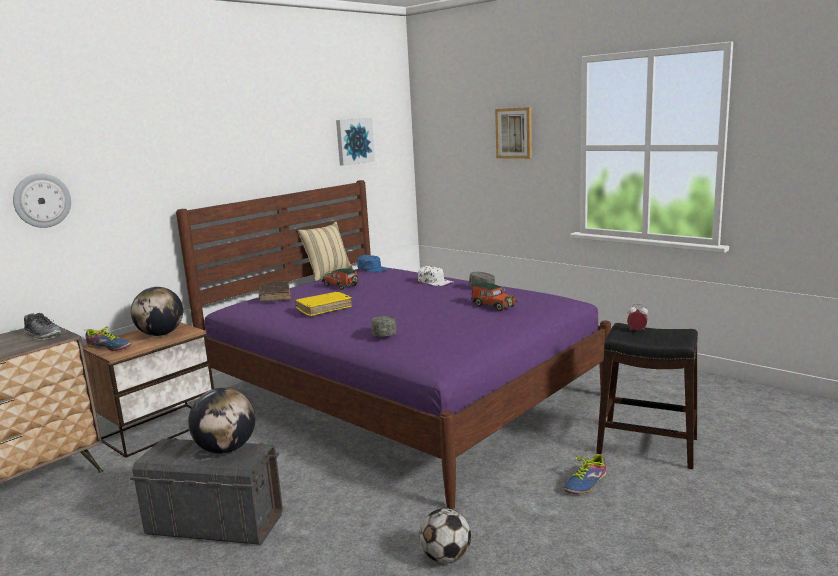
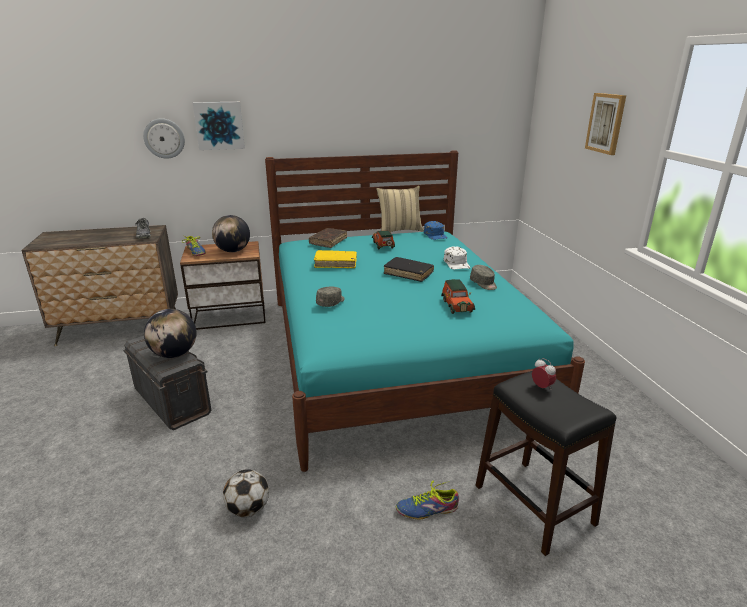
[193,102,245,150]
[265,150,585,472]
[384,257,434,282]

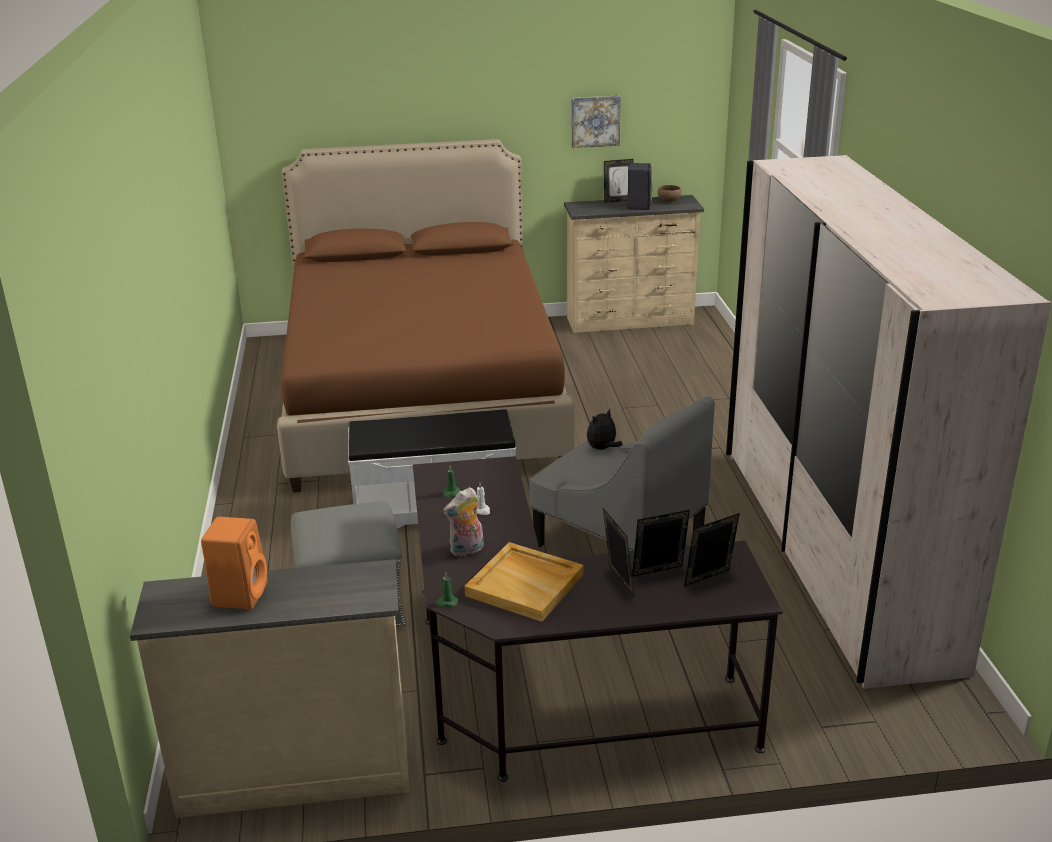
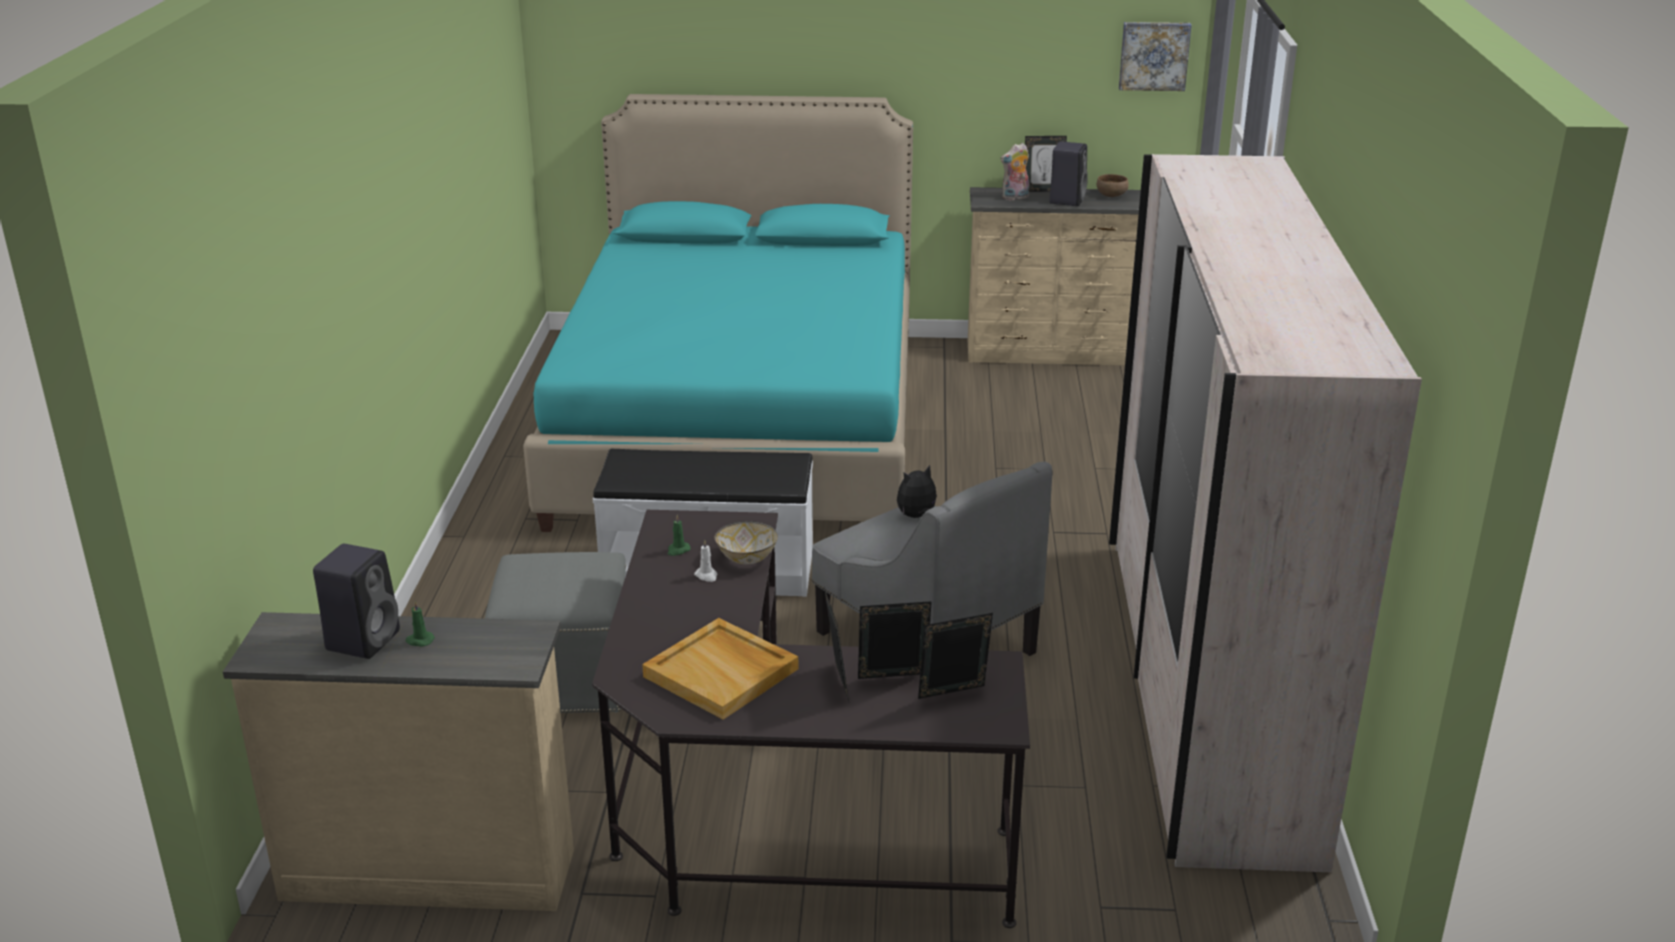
[1119,22,1192,91]
[523,94,913,532]
[1000,143,1029,201]
[313,544,400,659]
[406,601,435,647]
[715,521,778,564]

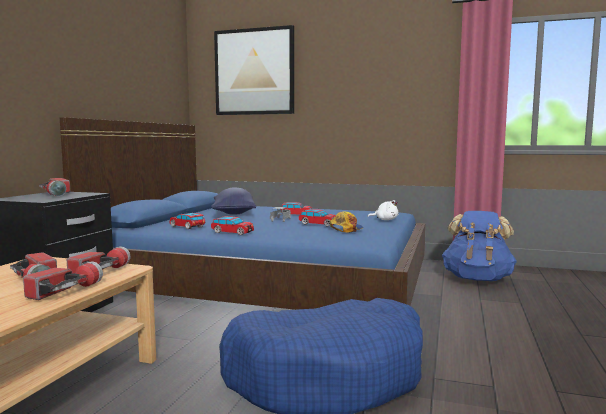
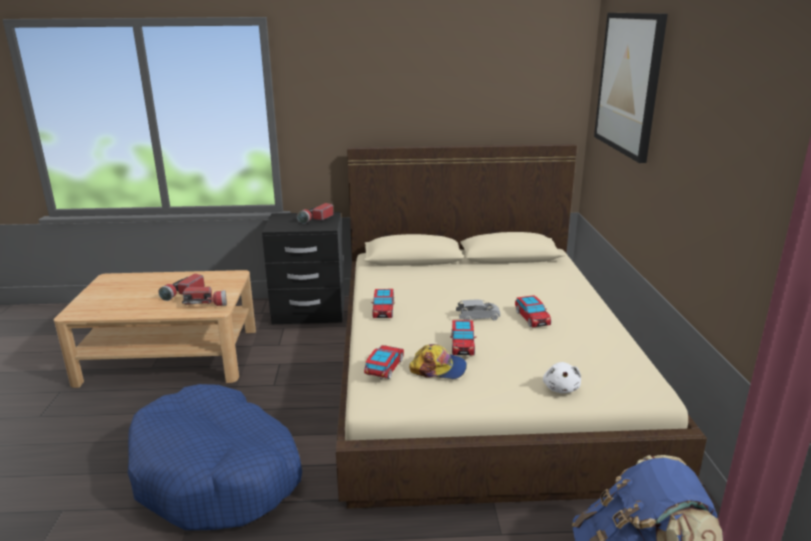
[336,144,707,508]
[211,187,256,215] (first image)
[364,345,404,379]
[23,261,103,300] (first image)

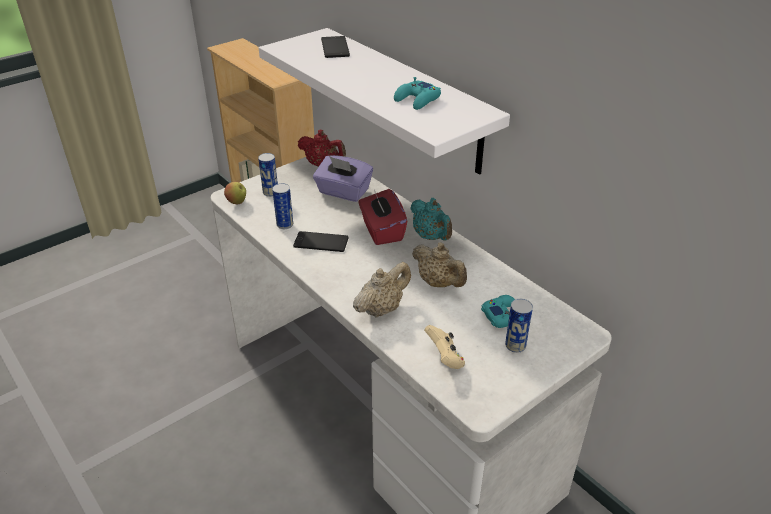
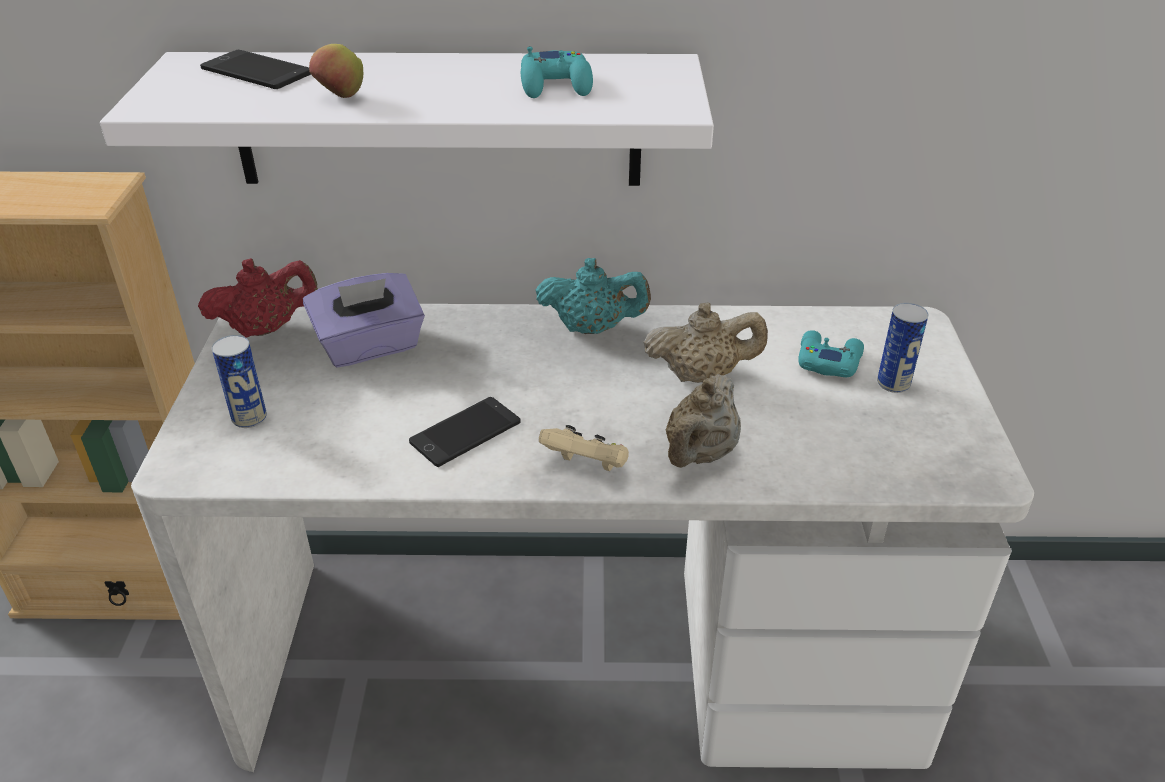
[309,44,363,98]
[272,183,293,229] (first image)
[358,189,407,245] (first image)
[666,374,741,468]
[539,425,629,471]

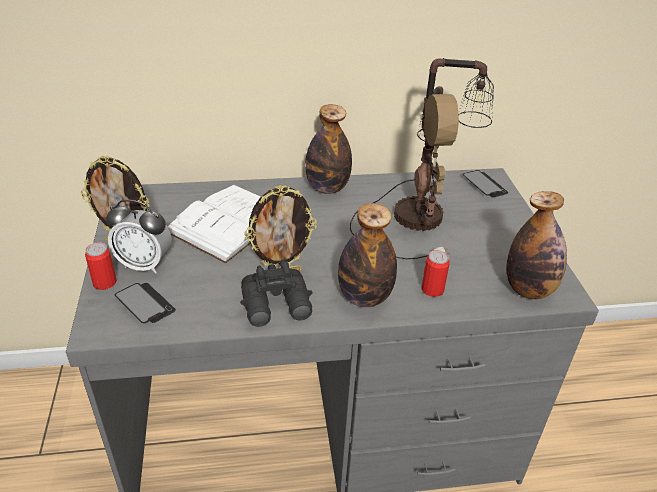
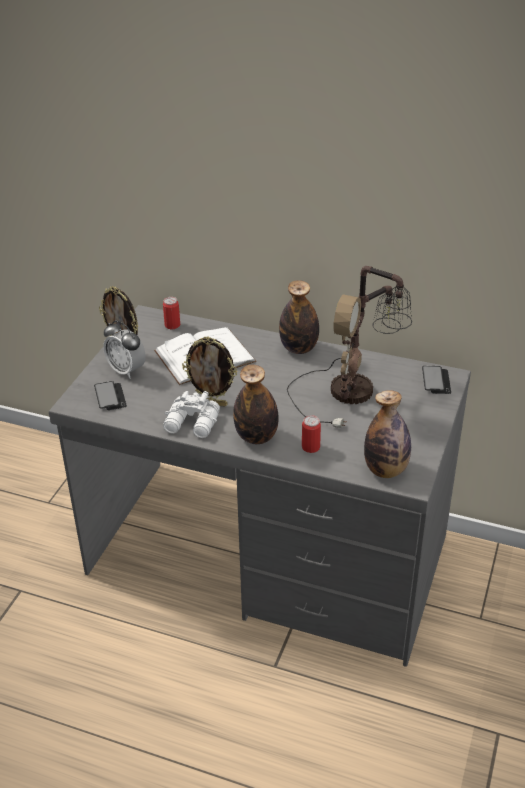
[163,297,180,329]
[163,391,220,438]

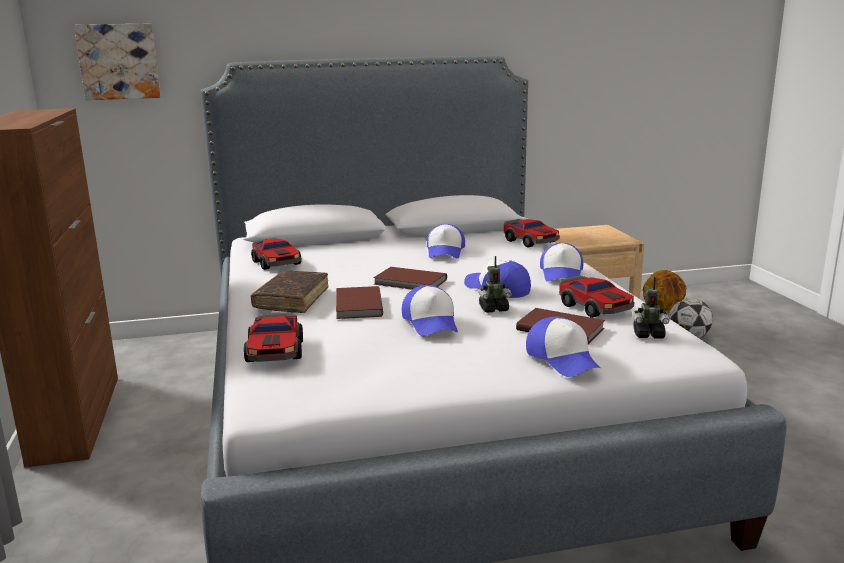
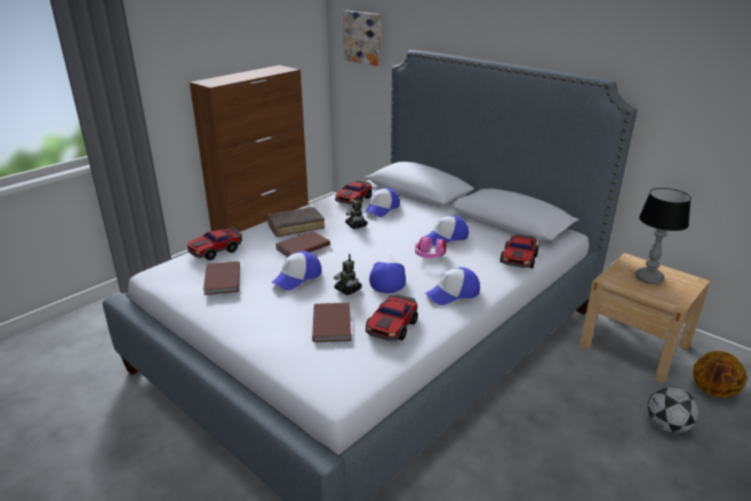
[203,261,240,295]
[345,195,368,229]
[364,188,400,217]
[635,188,691,284]
[415,236,446,258]

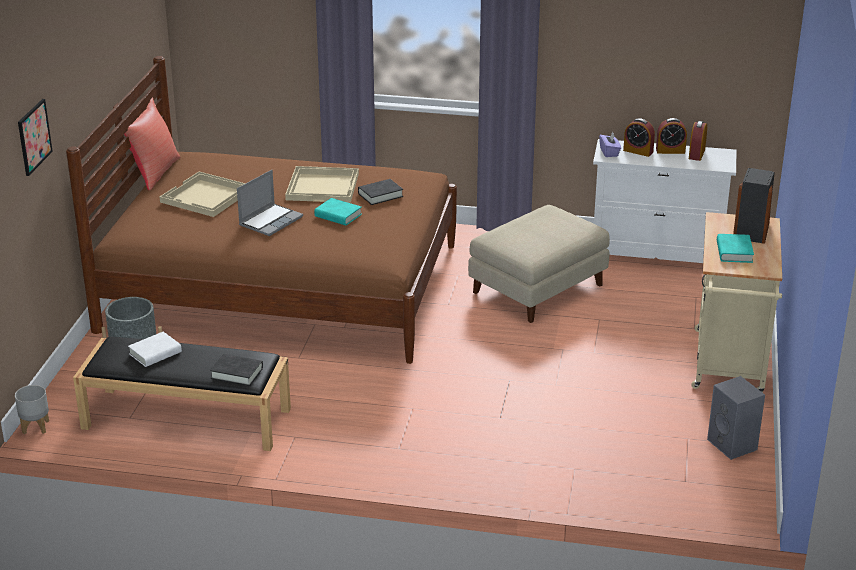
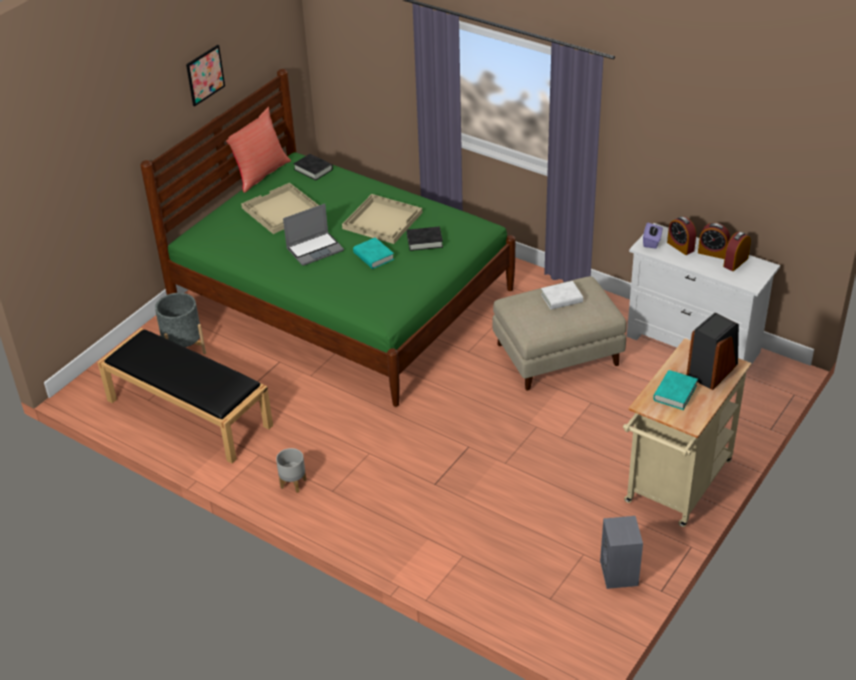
[140,69,515,407]
[186,45,225,106]
[541,281,583,310]
[293,154,333,180]
[276,448,306,493]

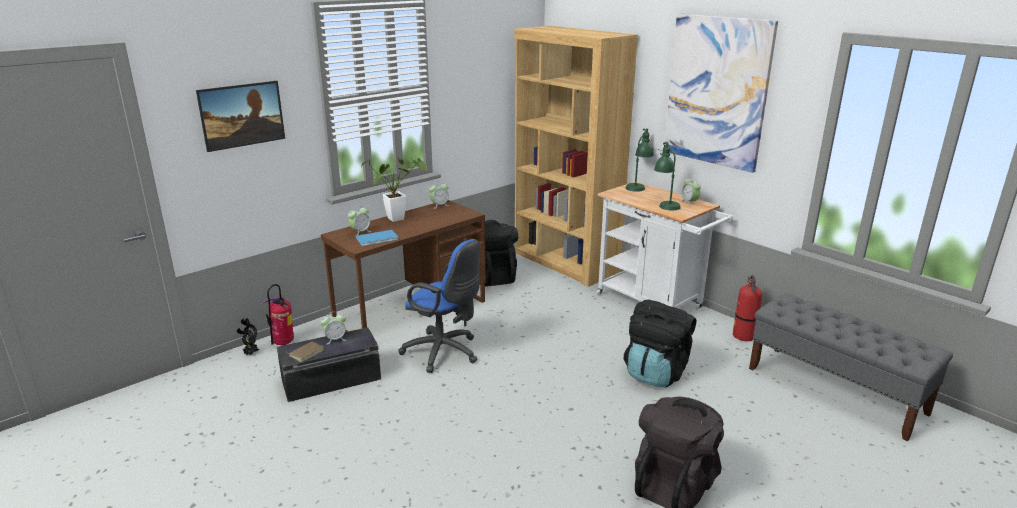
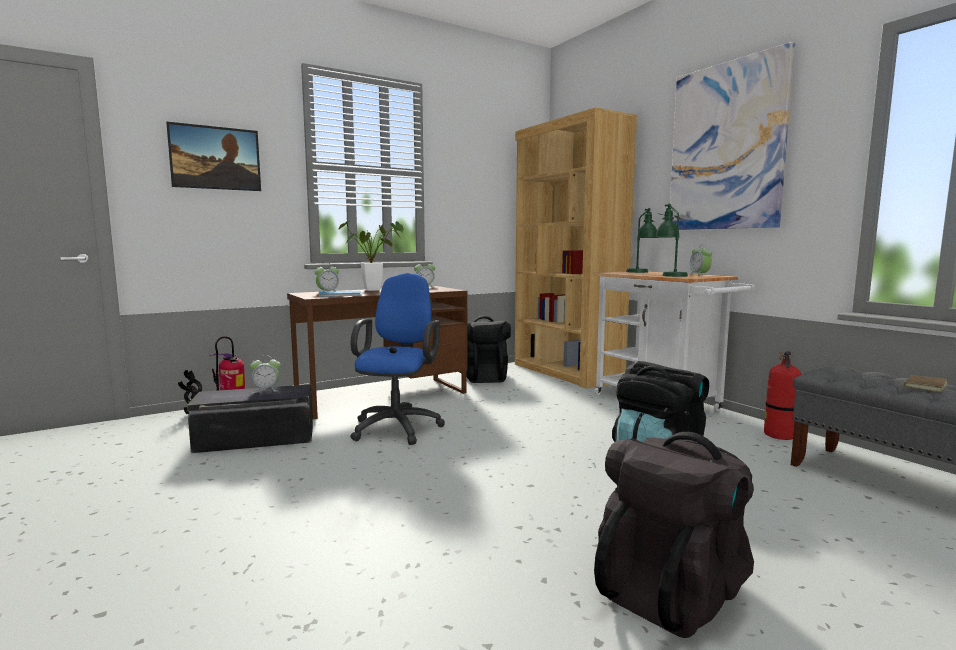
[350,273,445,445]
[895,375,948,392]

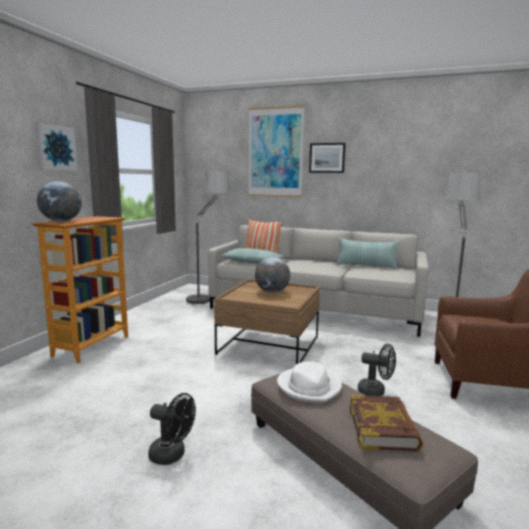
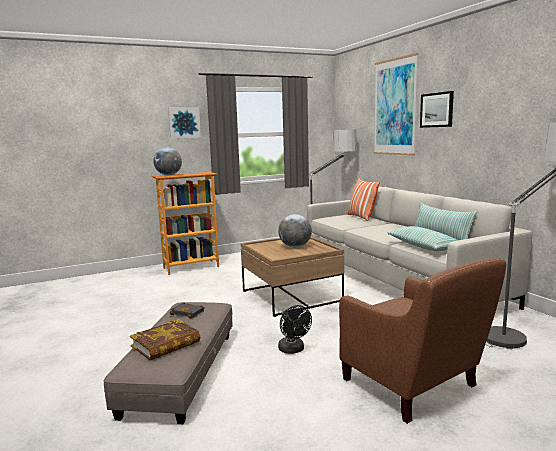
[387,226,458,251]
[170,302,205,319]
[148,393,196,465] (first image)

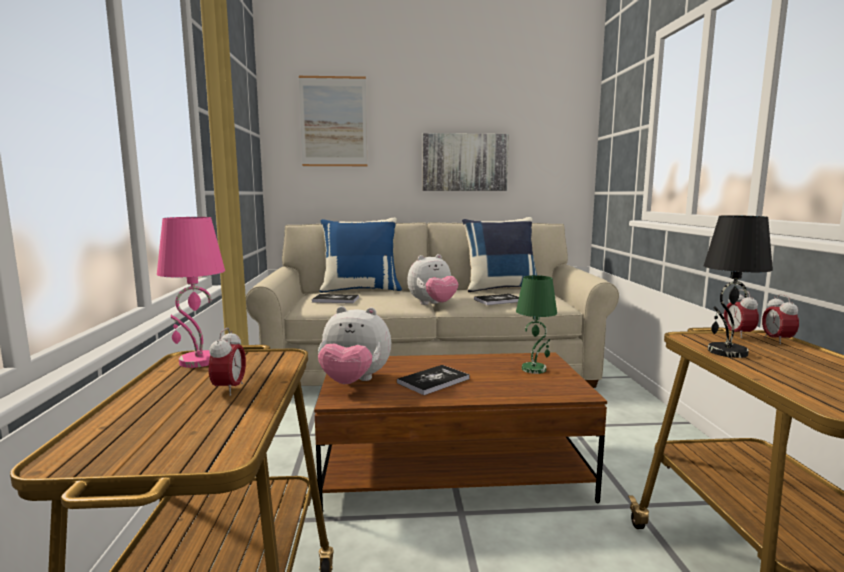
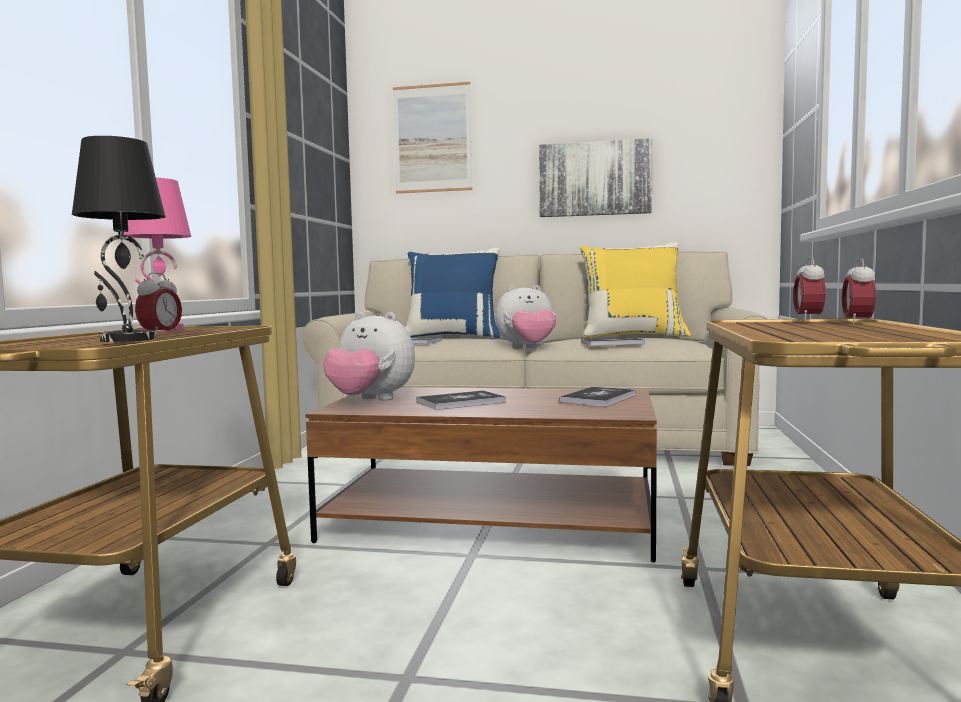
[72,136,165,342]
[580,242,691,339]
[559,387,636,407]

